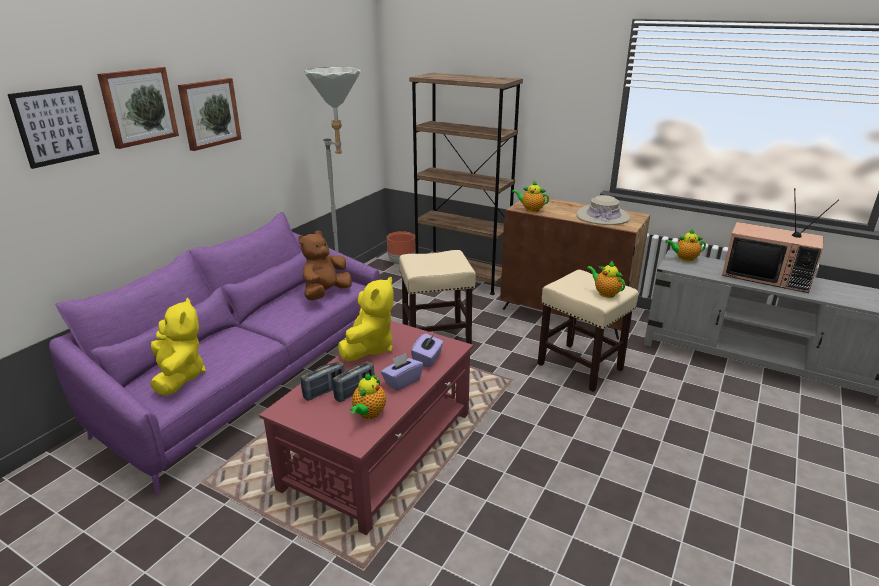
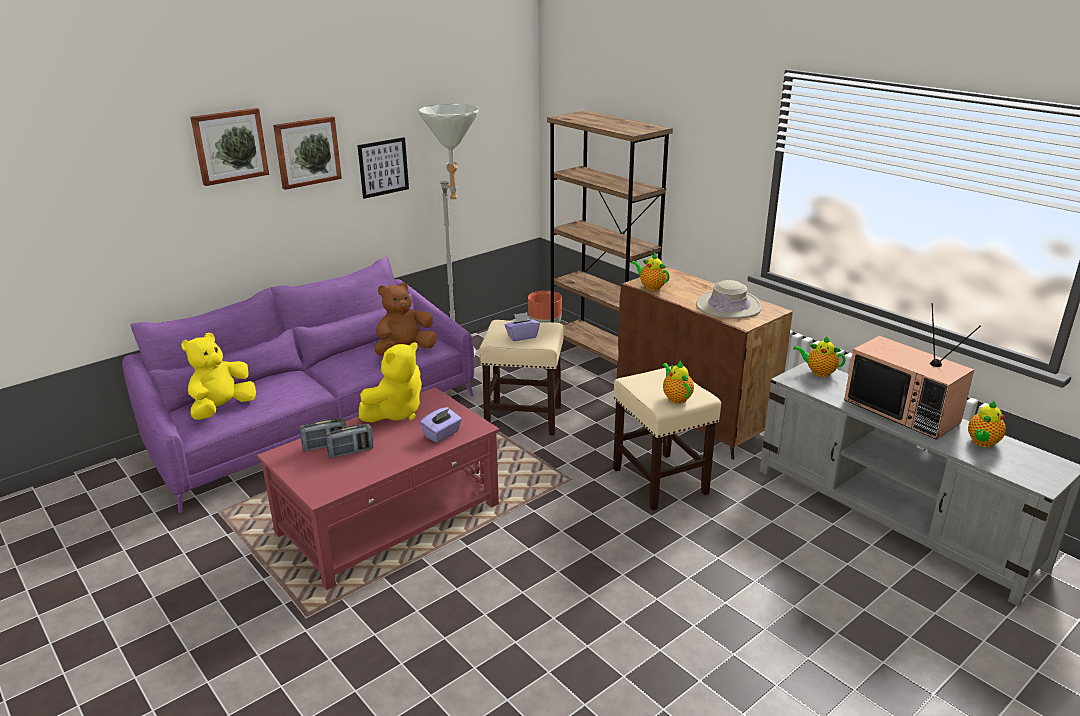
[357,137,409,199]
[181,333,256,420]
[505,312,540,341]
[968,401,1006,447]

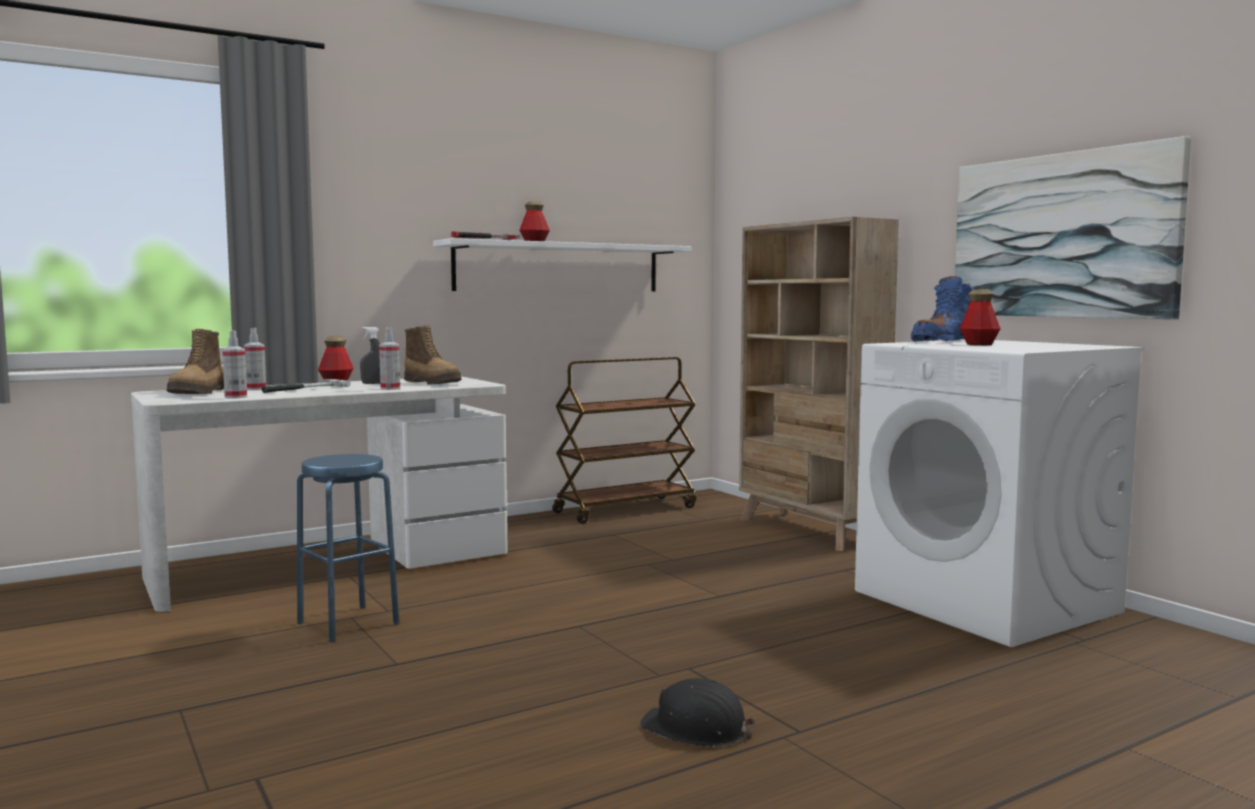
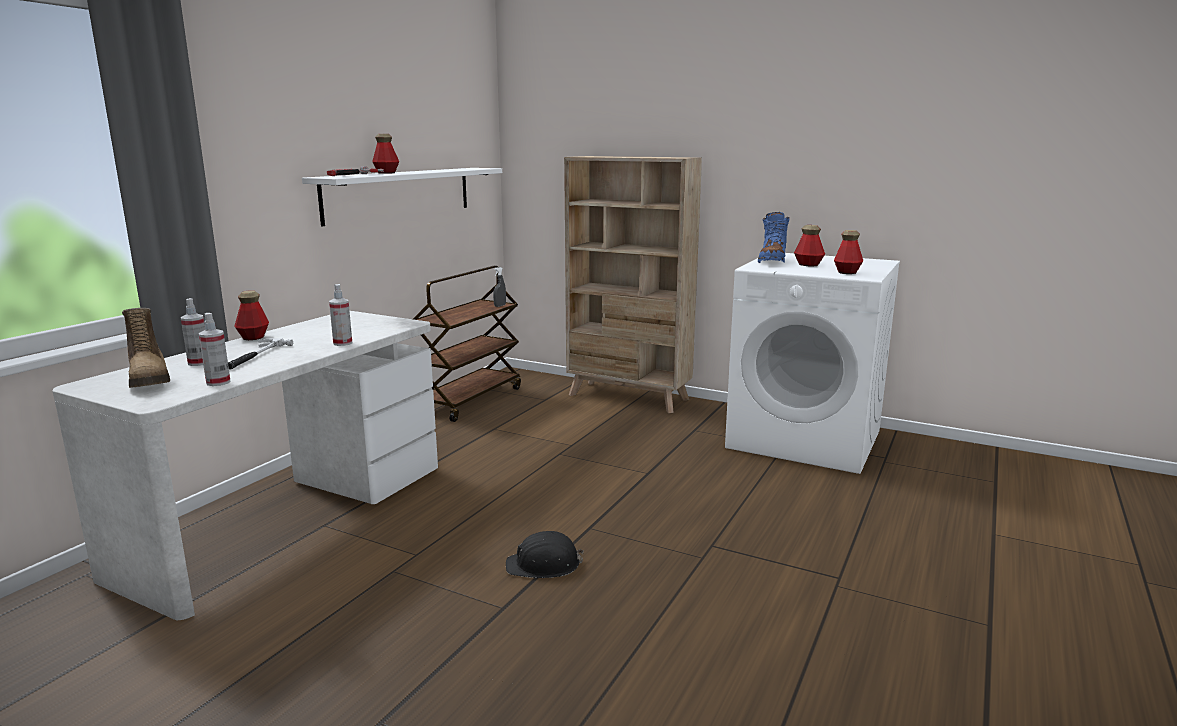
[955,136,1191,319] (first image)
[404,326,461,385] (first image)
[493,267,506,307]
[297,454,399,642] (first image)
[506,531,584,578]
[834,230,863,274]

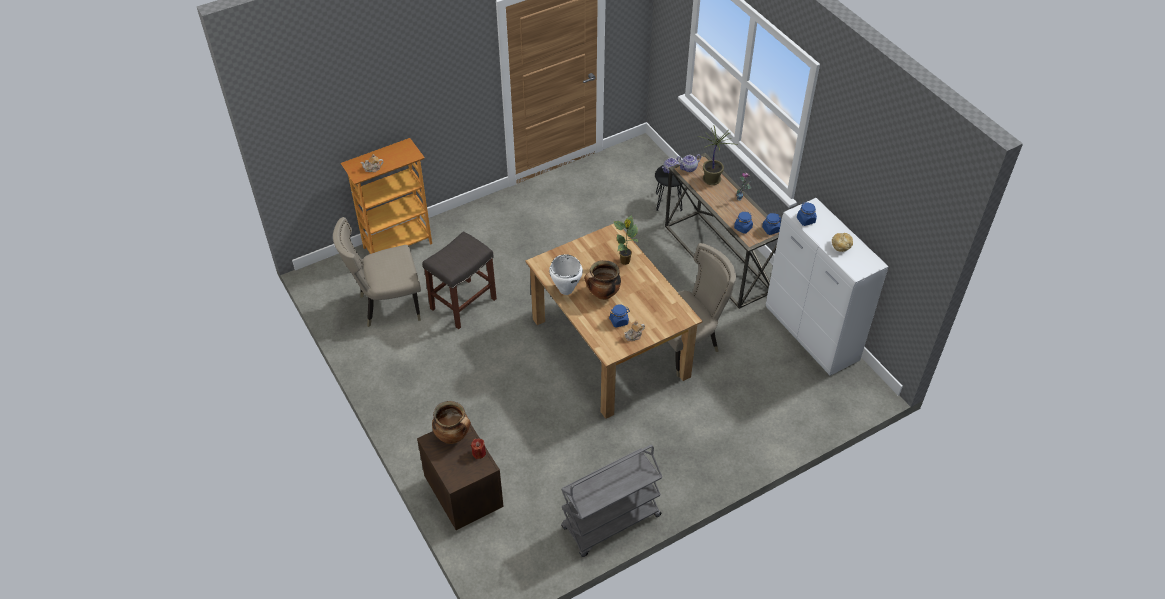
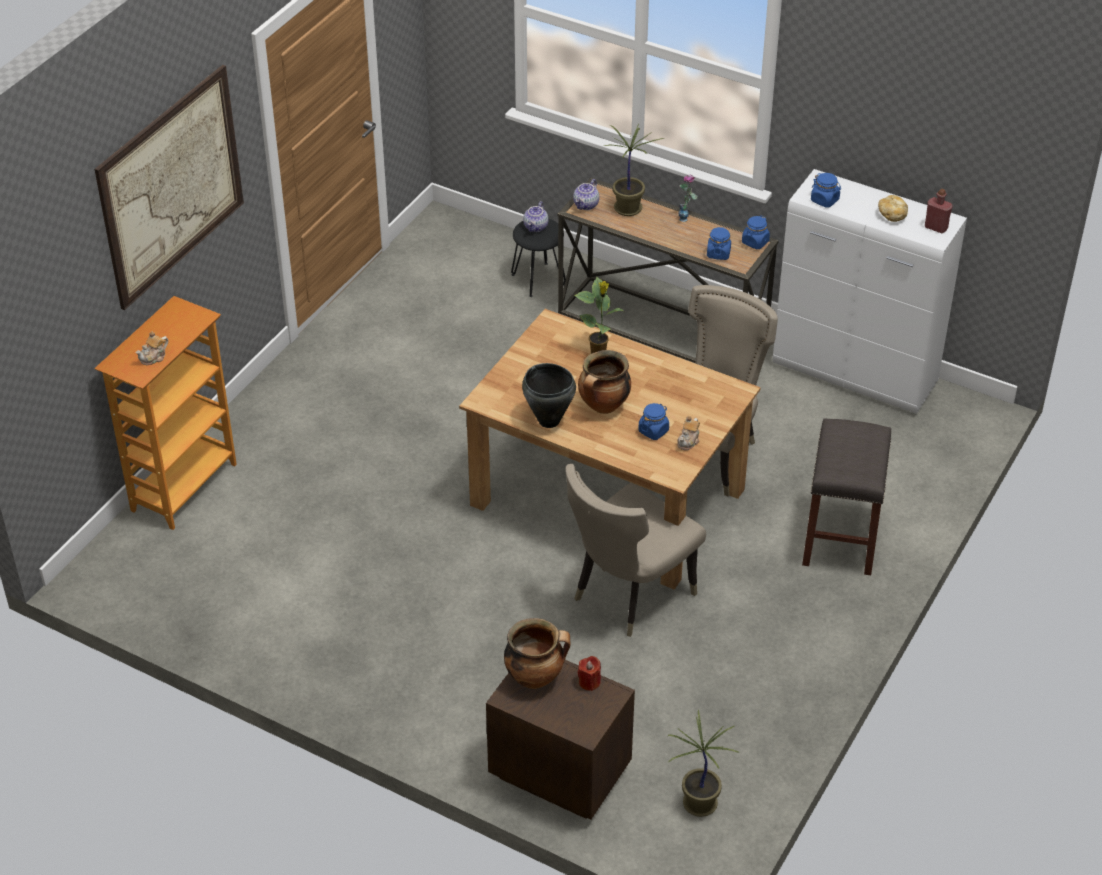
[566,464,706,637]
[802,418,891,575]
[522,363,576,428]
[561,445,662,557] (first image)
[95,65,244,310]
[925,189,953,233]
[668,709,739,817]

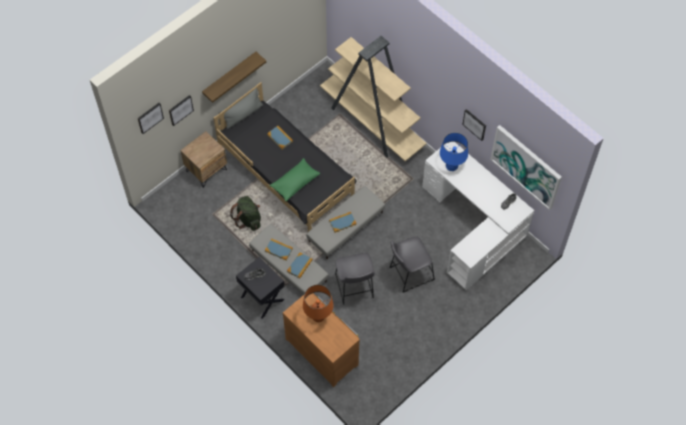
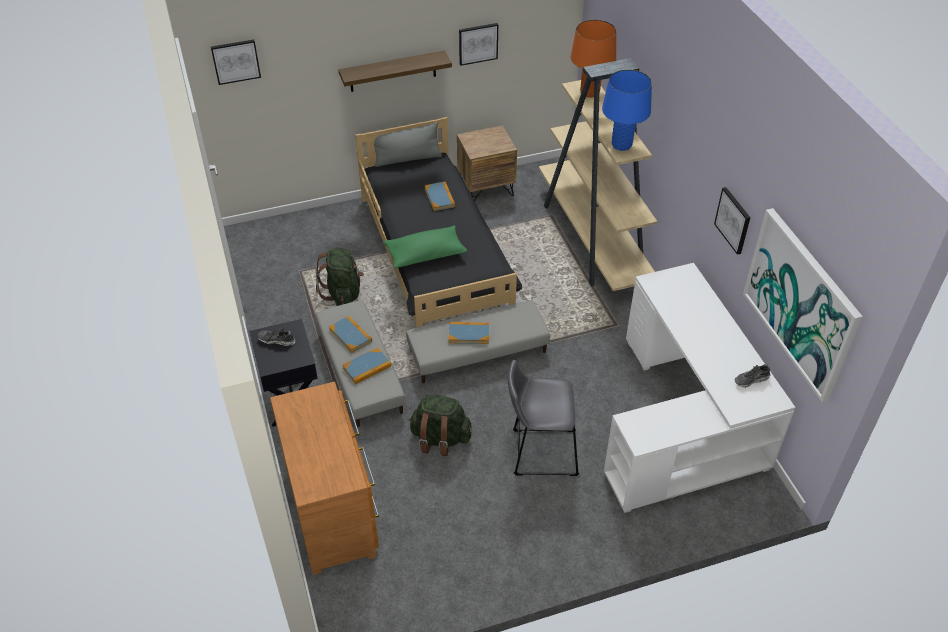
[459,23,498,66]
[457,125,517,201]
[602,70,652,151]
[409,395,472,456]
[571,20,616,98]

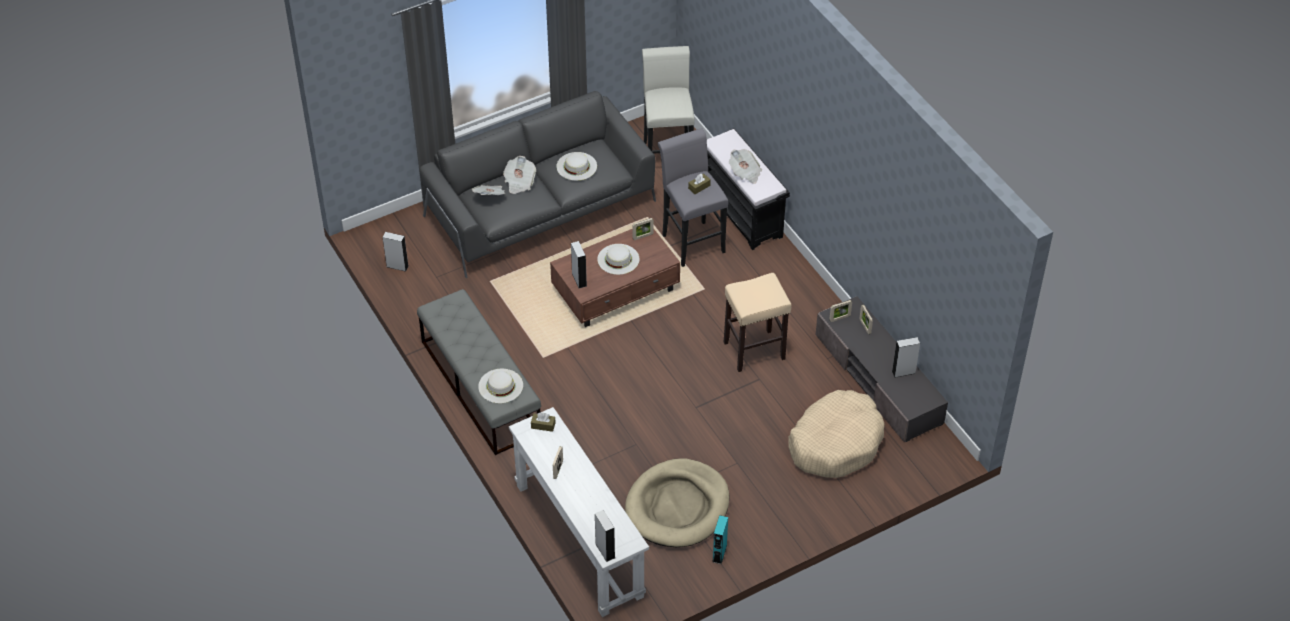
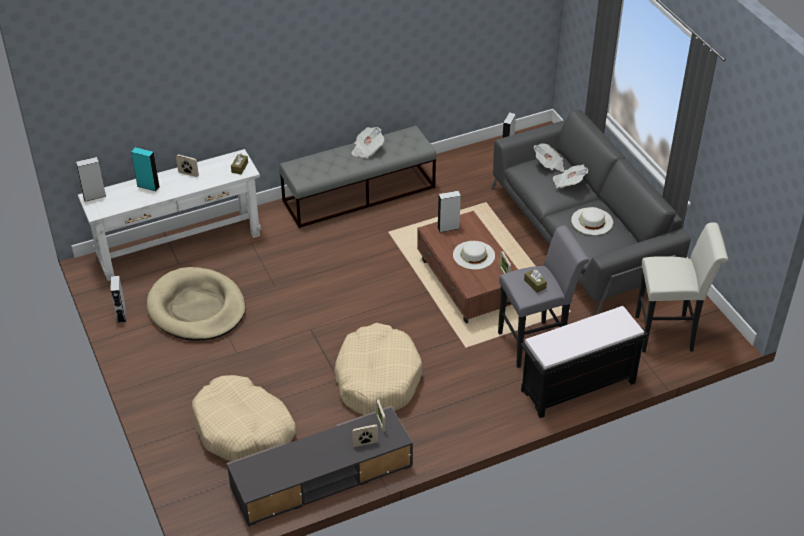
[351,127,384,159]
[334,323,422,415]
[110,276,126,323]
[478,369,523,403] (first image)
[131,147,160,191]

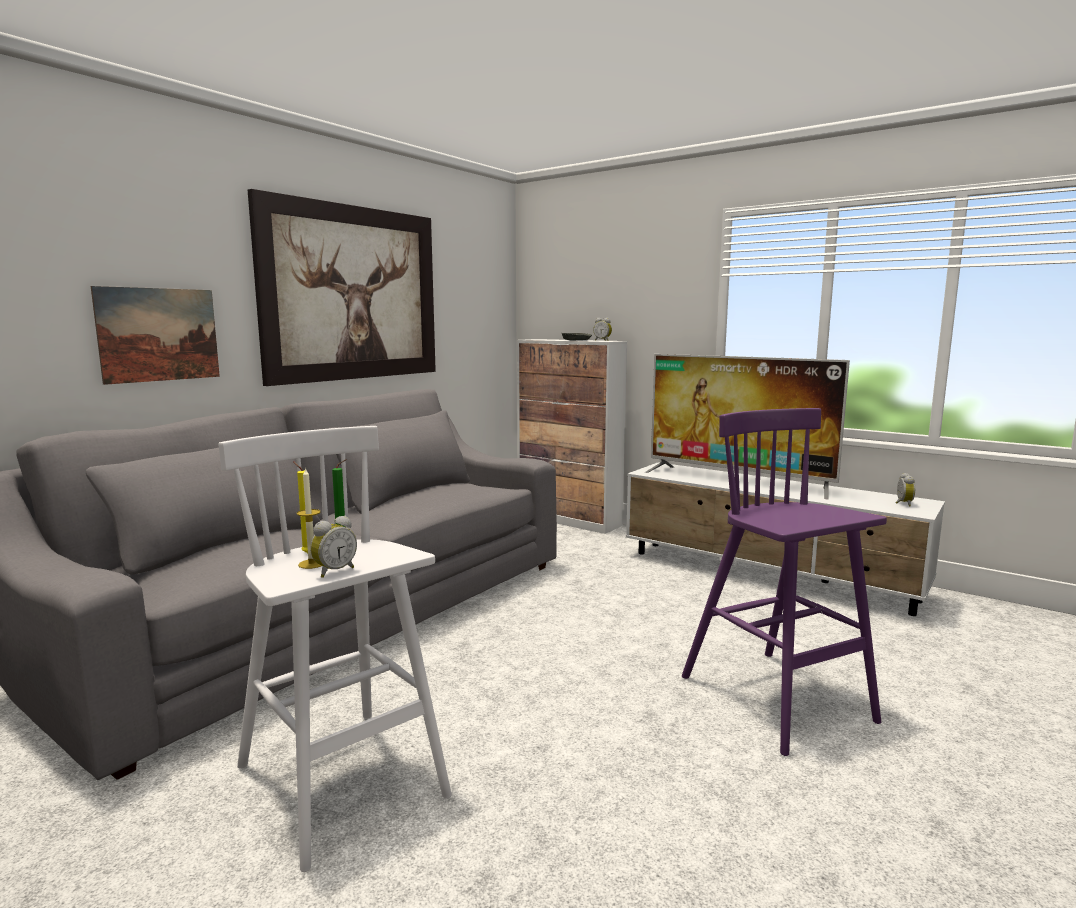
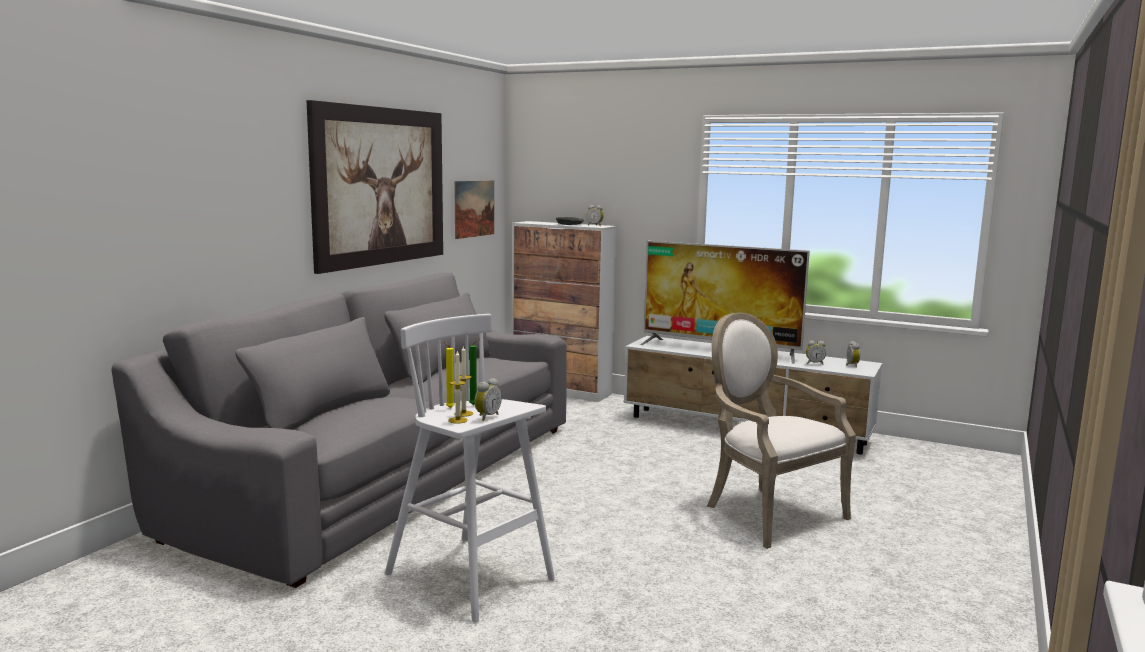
[454,180,494,239]
[707,313,856,549]
[806,340,826,365]
[448,350,468,424]

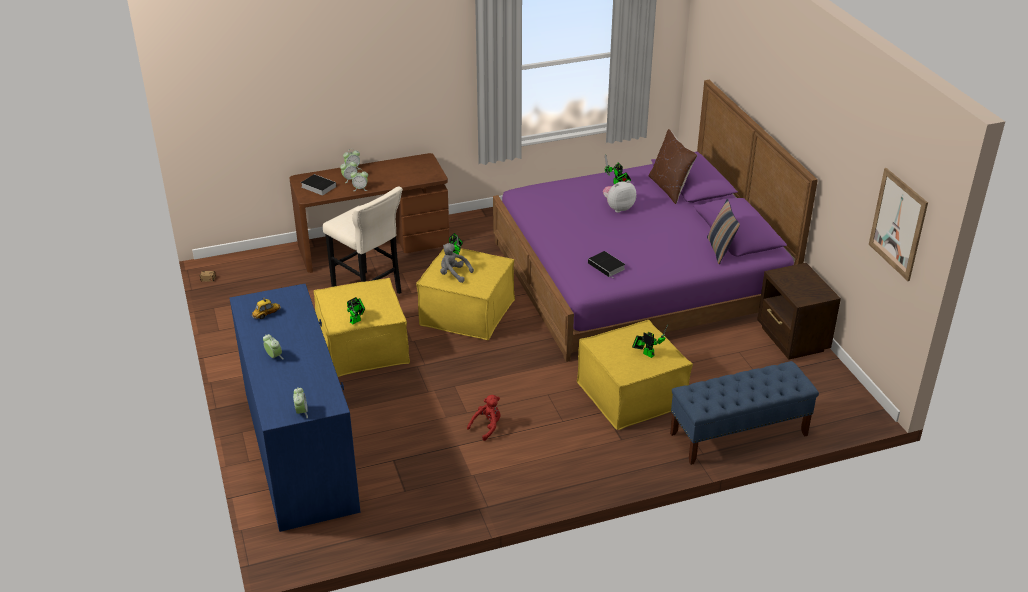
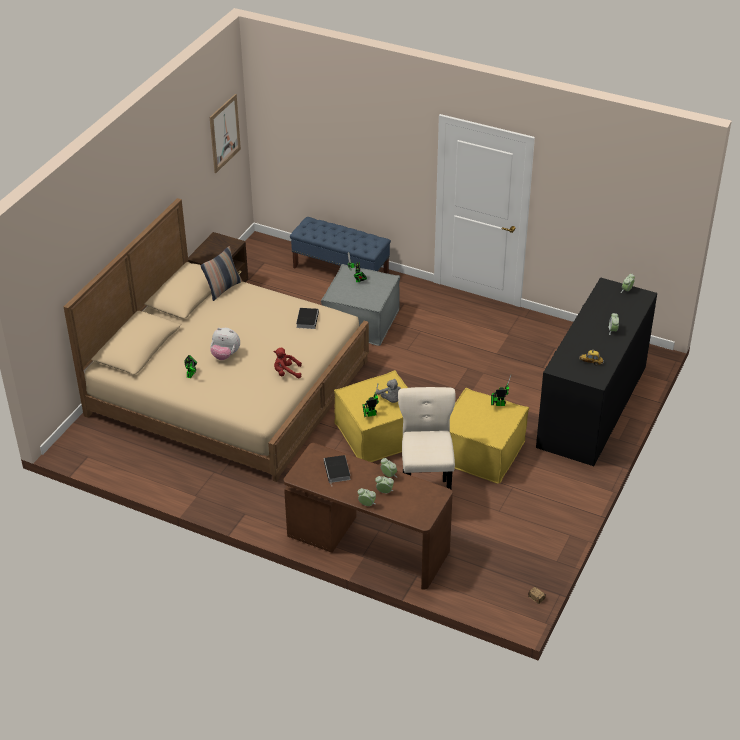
[64,198,369,482]
[649,129,697,204] (first image)
[324,455,350,487]
[536,277,657,466]
[321,264,400,346]
[274,348,302,378]

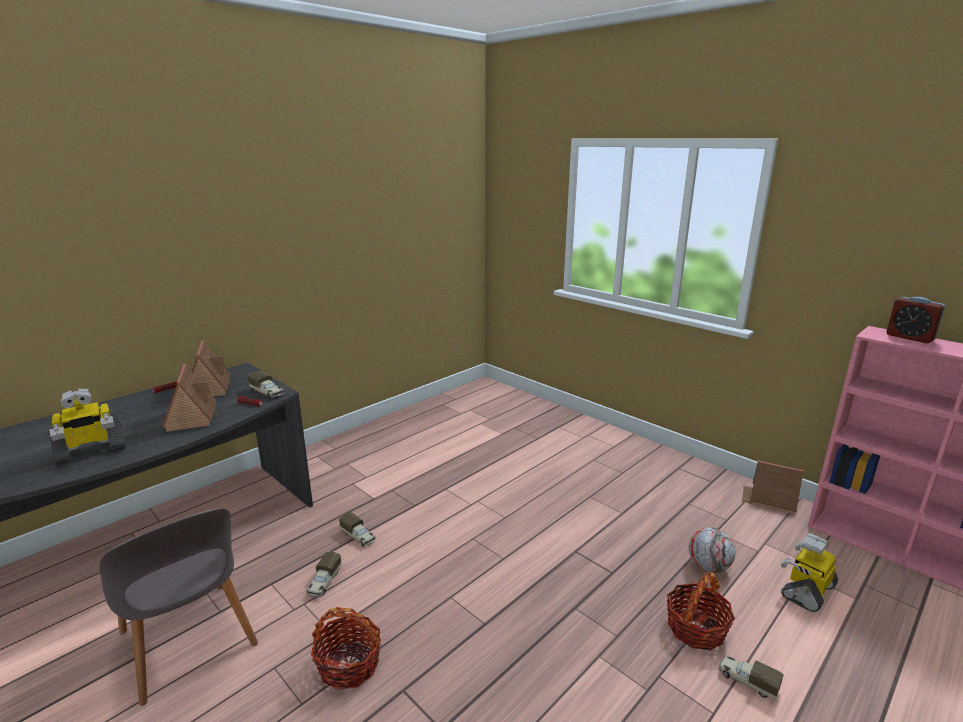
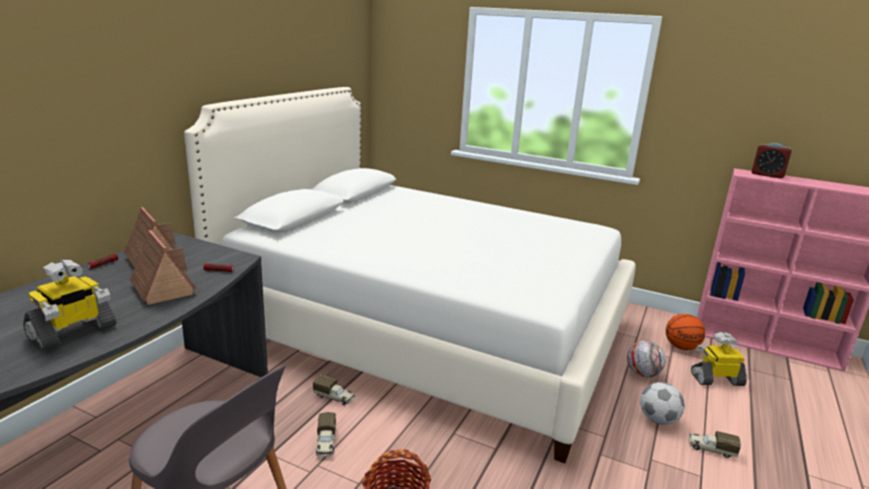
[248,371,284,399] (first image)
[742,460,804,515] (first image)
[691,332,747,386]
[640,382,685,425]
[184,87,636,463]
[666,314,705,350]

